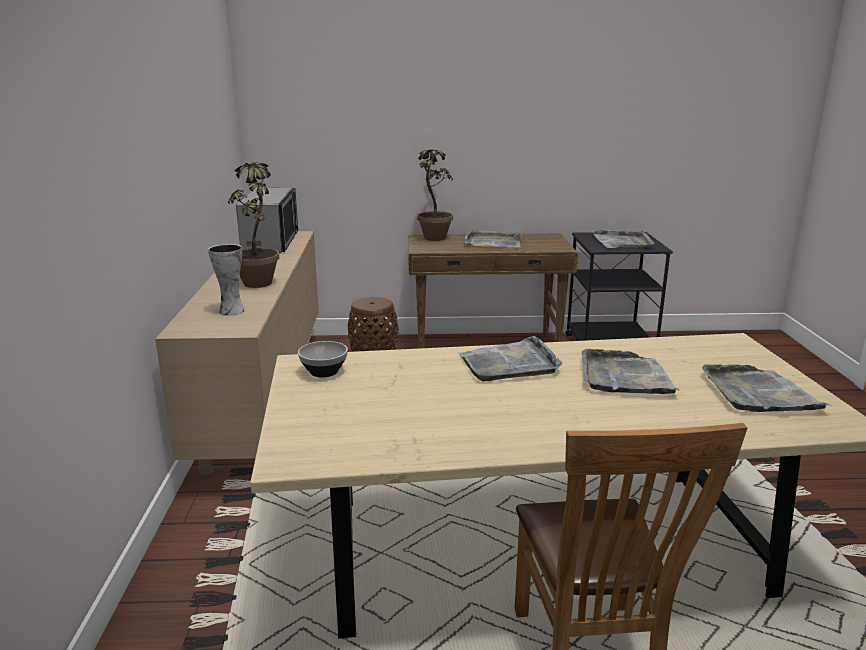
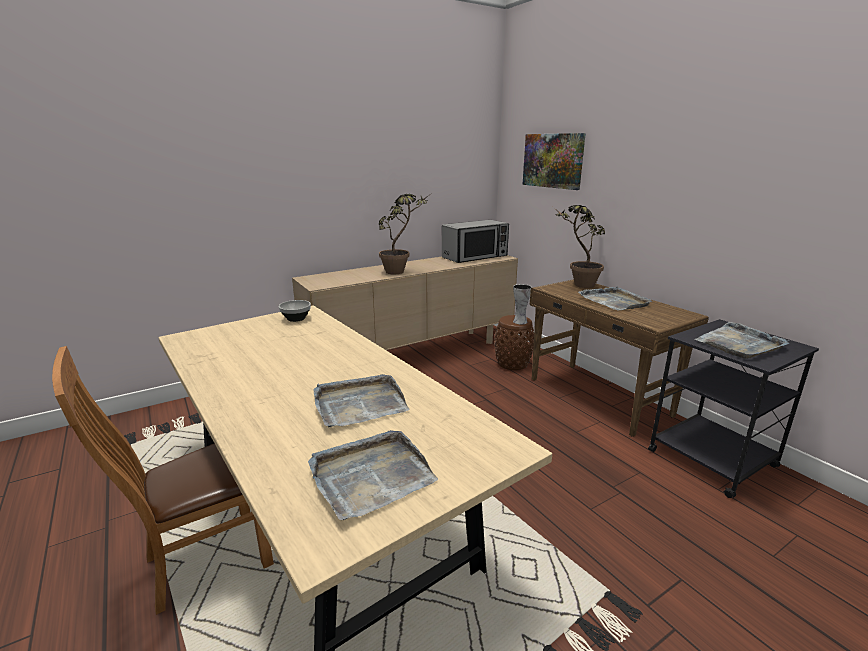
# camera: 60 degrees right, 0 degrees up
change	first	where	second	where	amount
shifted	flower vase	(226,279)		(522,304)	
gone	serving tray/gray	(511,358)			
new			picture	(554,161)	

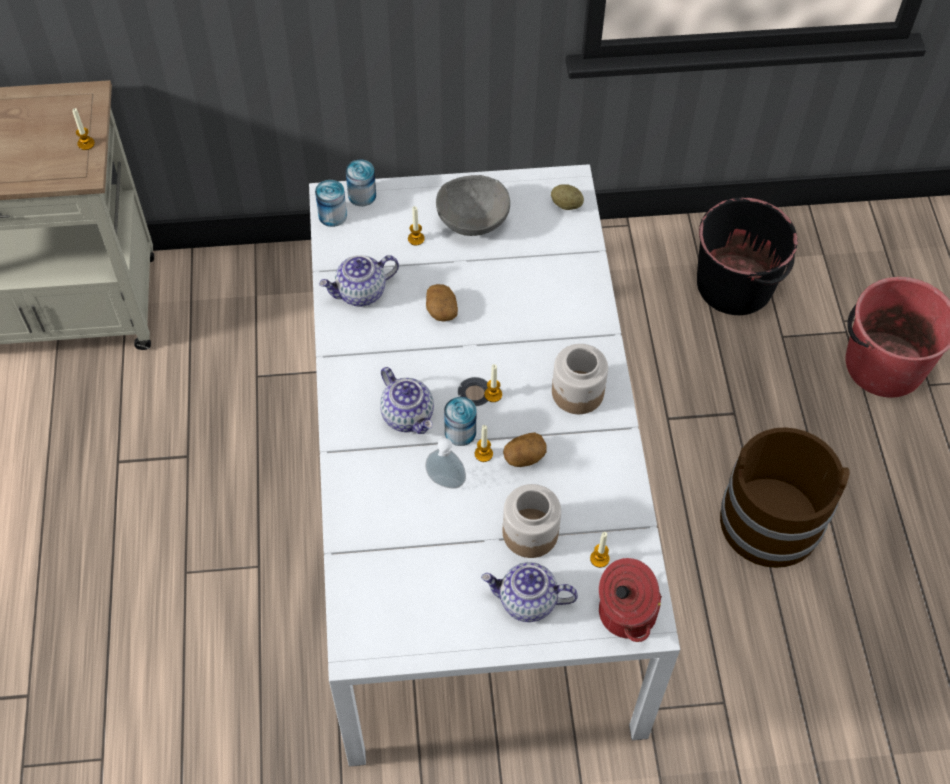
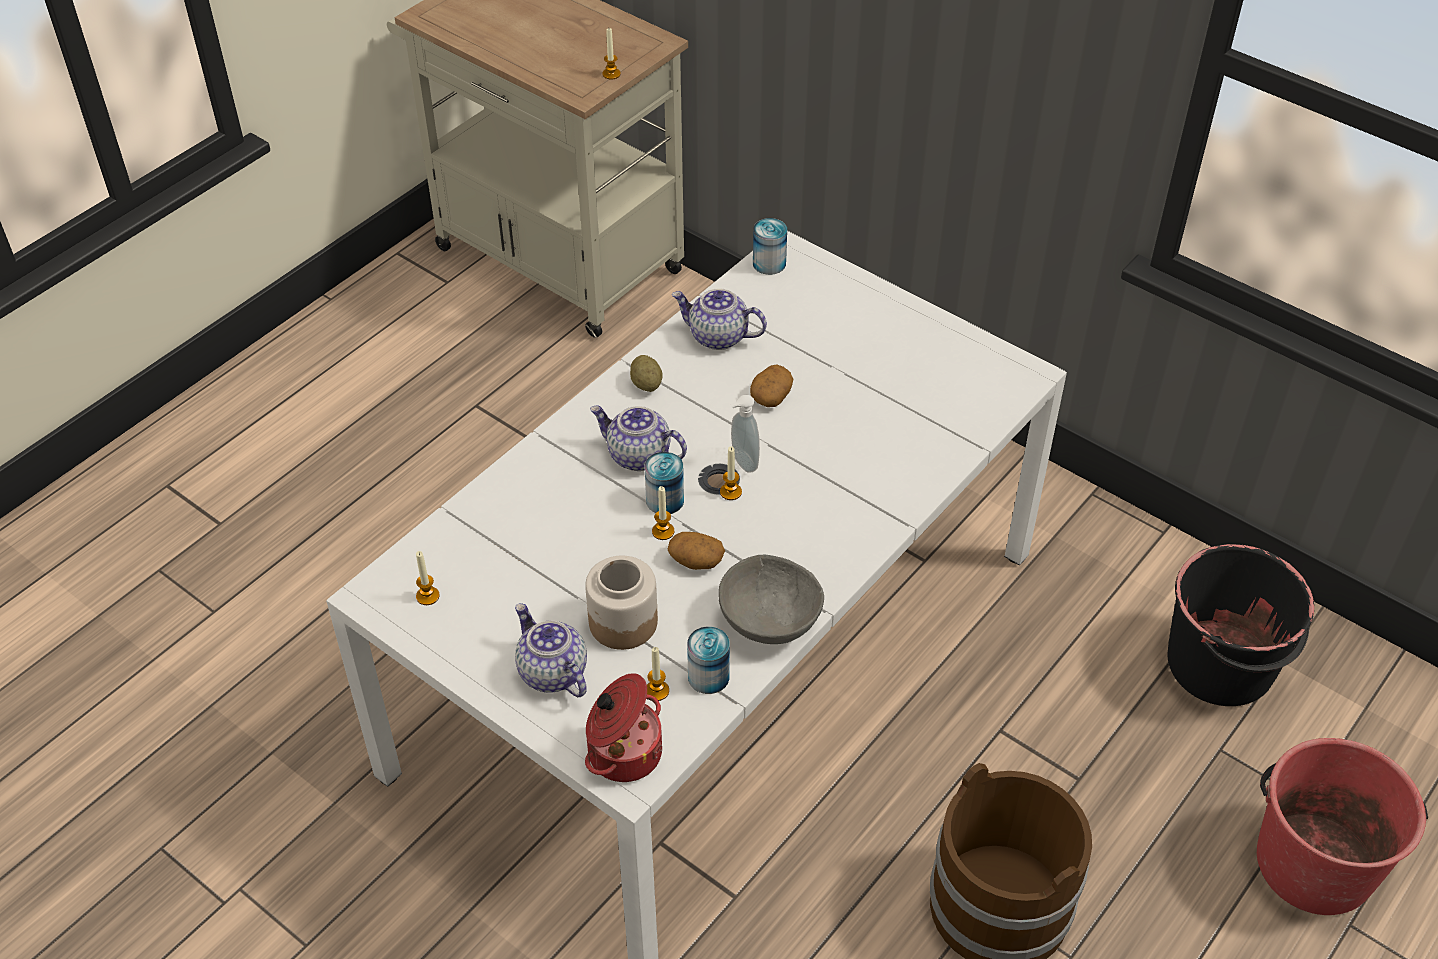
# camera: 45 degrees right, 10 degrees down
change	first	where	second	where	amount
shifted	can	(360,183)		(708,660)	
shifted	bowl/gray	(473,205)		(771,599)	
shifted	spud	(567,197)		(646,373)	
shifted	candle	(416,225)		(428,578)	
gone	preserve jar	(580,379)			
rotated	tea pot	(407,400)		(638,438)	105 degrees clockwise
shifted	soap dispenser	(445,463)		(745,434)	

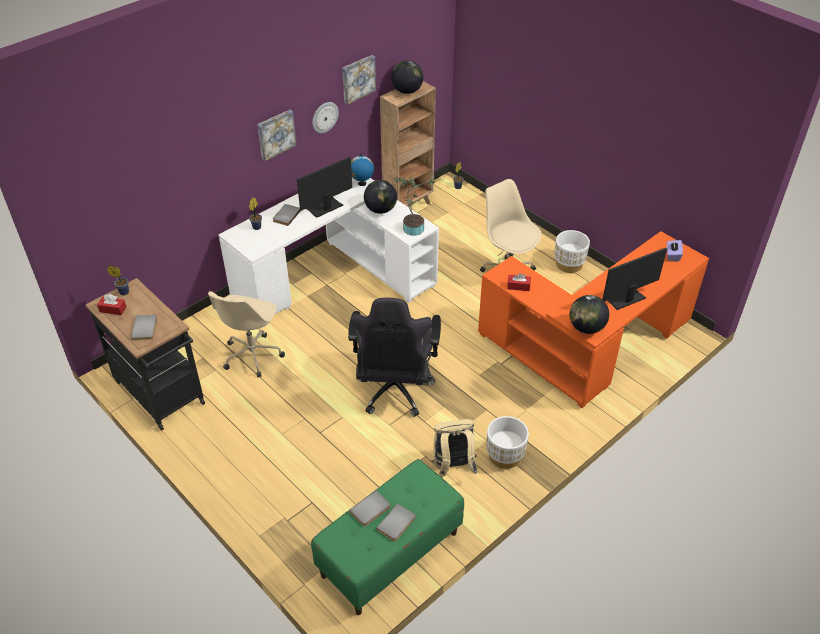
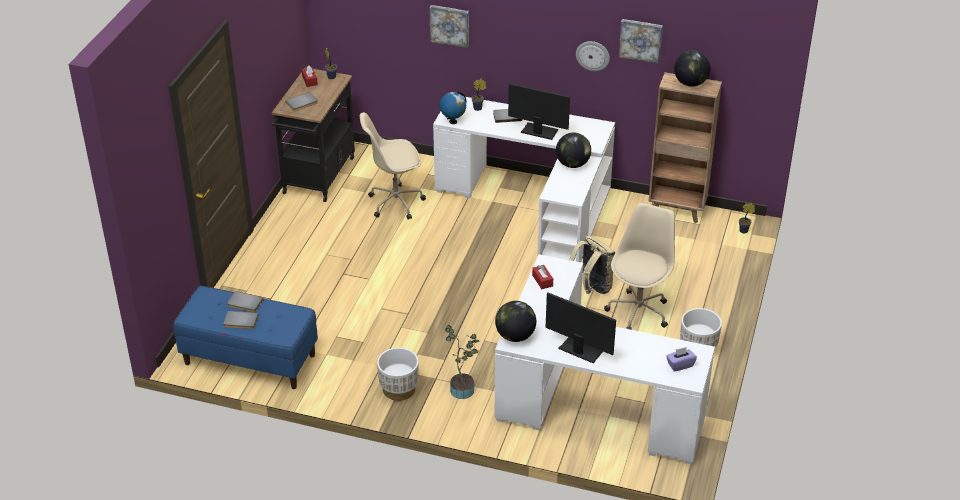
# camera: 60 degrees right, 5 degrees down
change	first	where	second	where	amount
shifted	picture	(277,135)		(449,26)	
shifted	globe	(362,169)		(453,107)	
shifted	potted plant	(414,206)		(462,362)	
repainted	desk table/orangey	(593,319)	desk table/whitish	(605,359)	
gone	computer chair/black-coloured	(394,357)			
shifted	rucksack/sand-coloured	(455,448)		(592,265)	
repainted	indoor bench/greenish	(387,537)	indoor bench/blue-coloured	(245,337)	

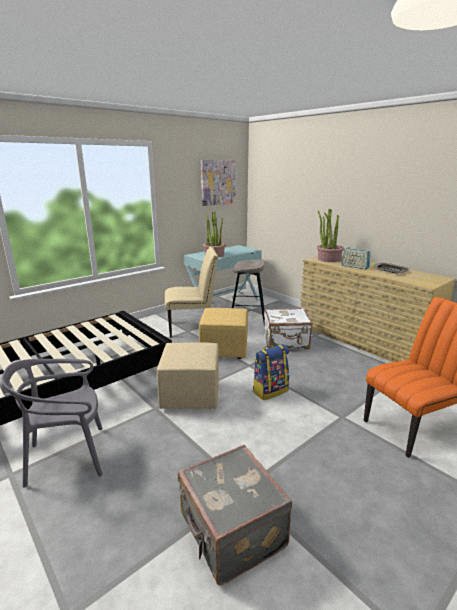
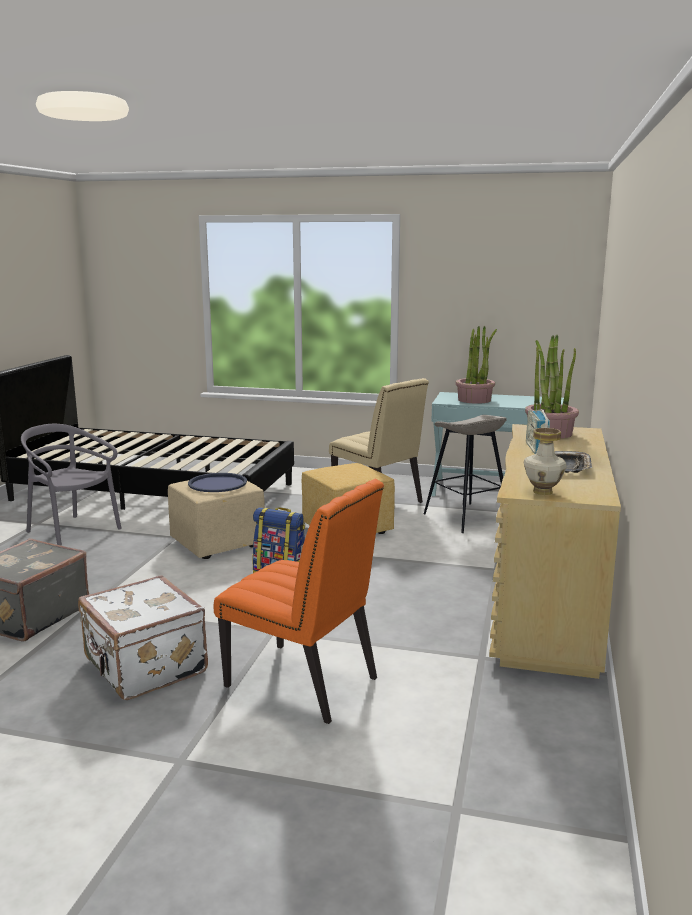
# camera: 55 degrees right, 5 degrees down
change	first	where	second	where	amount
gone	picture	(218,183)			
shifted	travel case/whitish	(288,328)		(143,637)	
new			flower vase	(545,461)	
new			serving tray/blue-coloured	(217,482)	

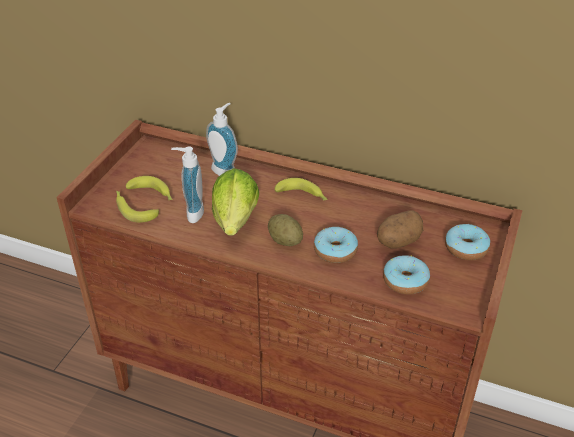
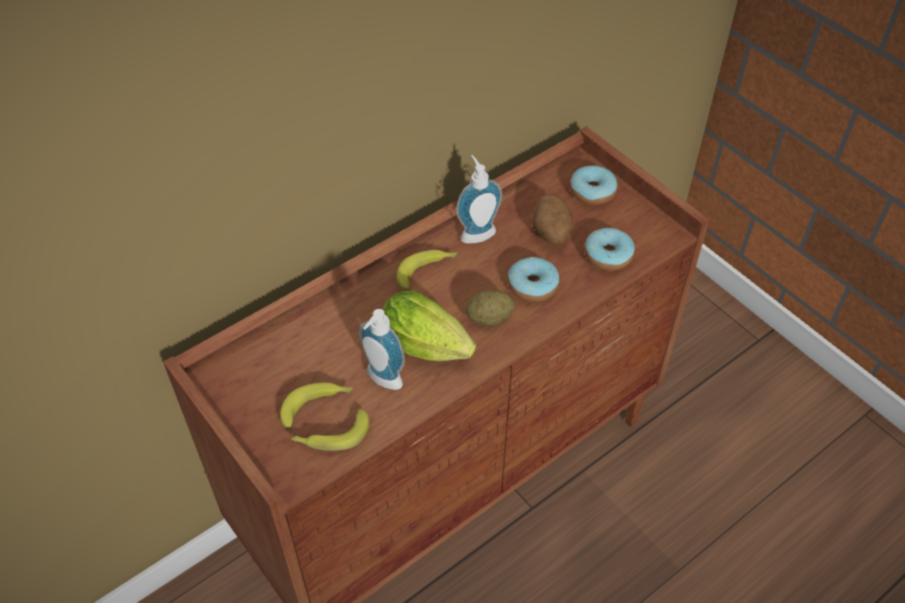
# camera: 60 degrees left, 10 degrees up
change	first	where	second	where	amount
shifted	soap dispenser	(222,139)		(479,199)	

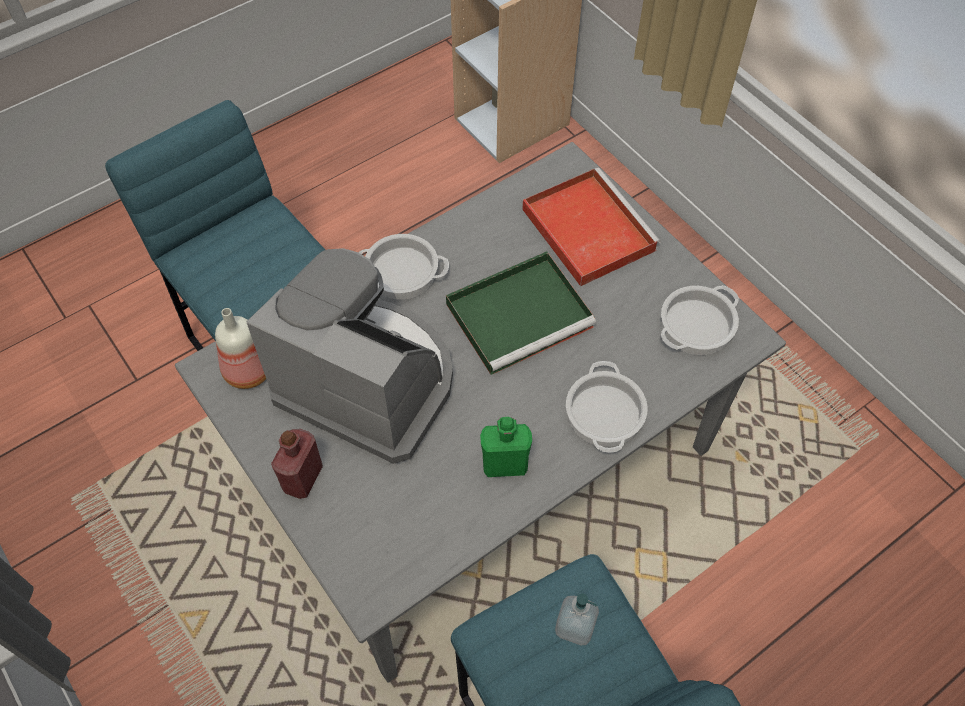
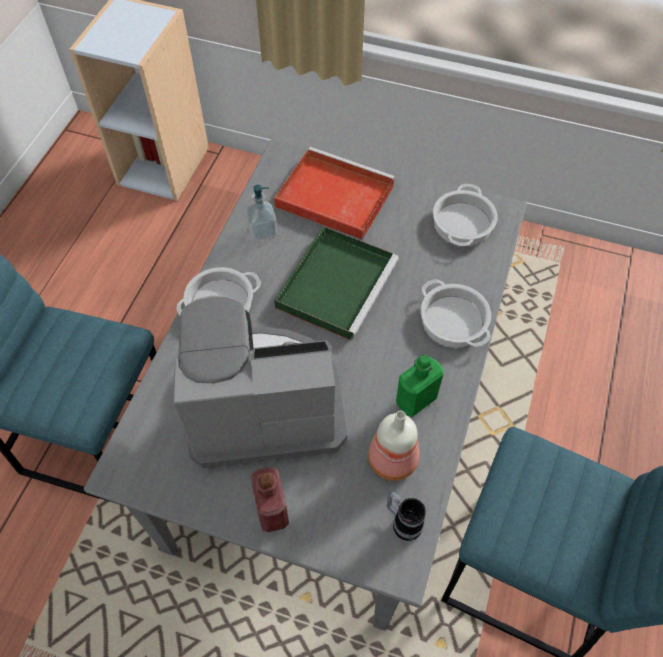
# camera: 35 degrees left, 0 degrees up
change	first	where	second	where	amount
shifted	beverage bottle	(240,348)		(393,445)	
shifted	soap dispenser	(577,619)		(261,213)	
new			coffee mug	(406,516)	

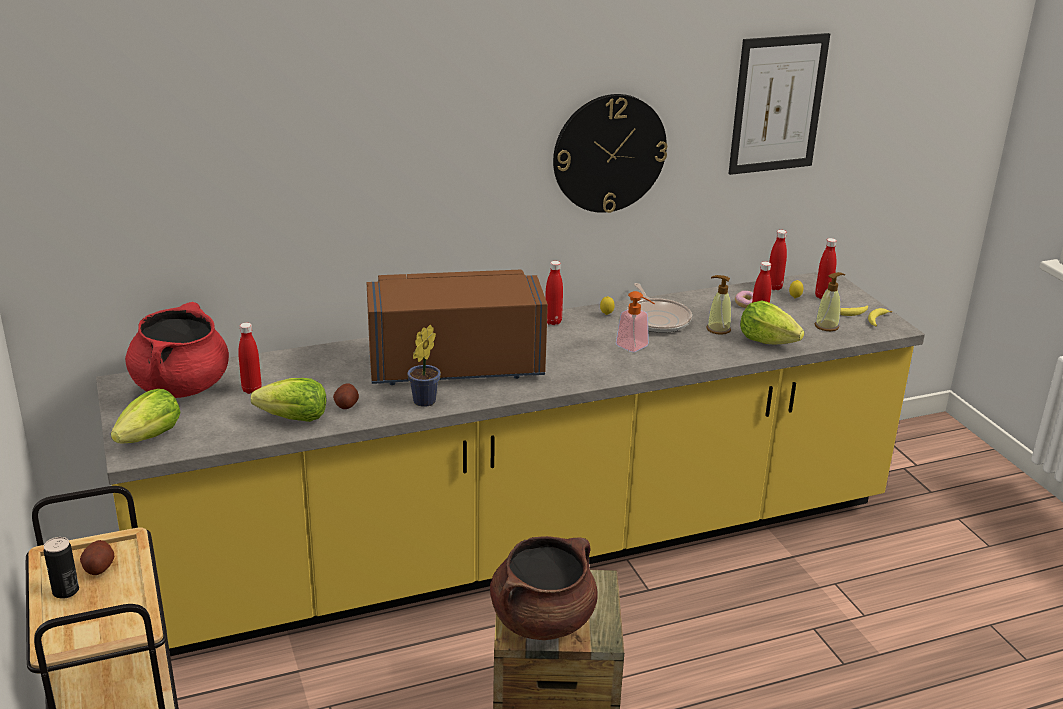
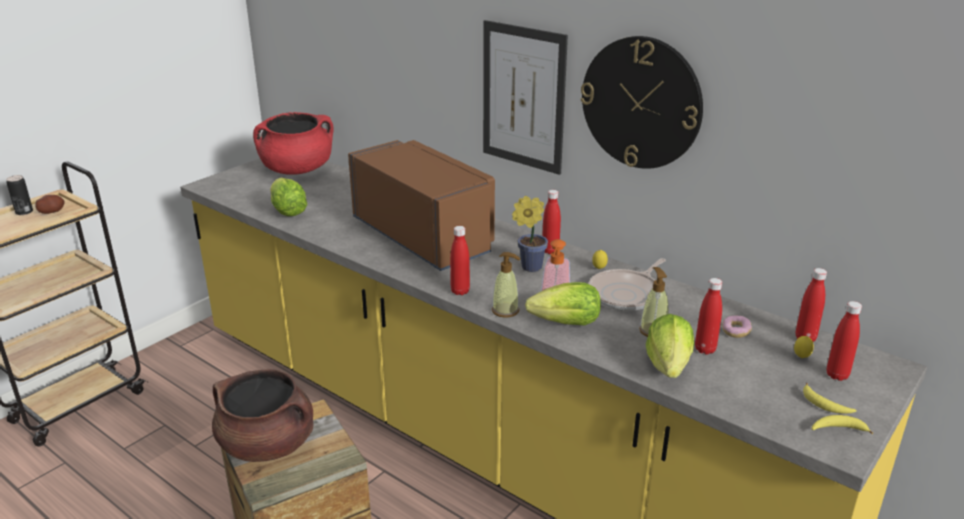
# camera: 60 degrees right, 0 degrees up
change	first	where	second	where	amount
shifted	picture	(779,104)		(525,97)	
shifted	soap dispenser	(829,301)		(506,285)	
shifted	beverage bottle/red-coloured	(250,358)		(460,260)	
shifted	potted plant	(424,366)		(530,234)	
gone	spud	(346,396)			
shifted	lettuce head	(145,416)		(563,303)	

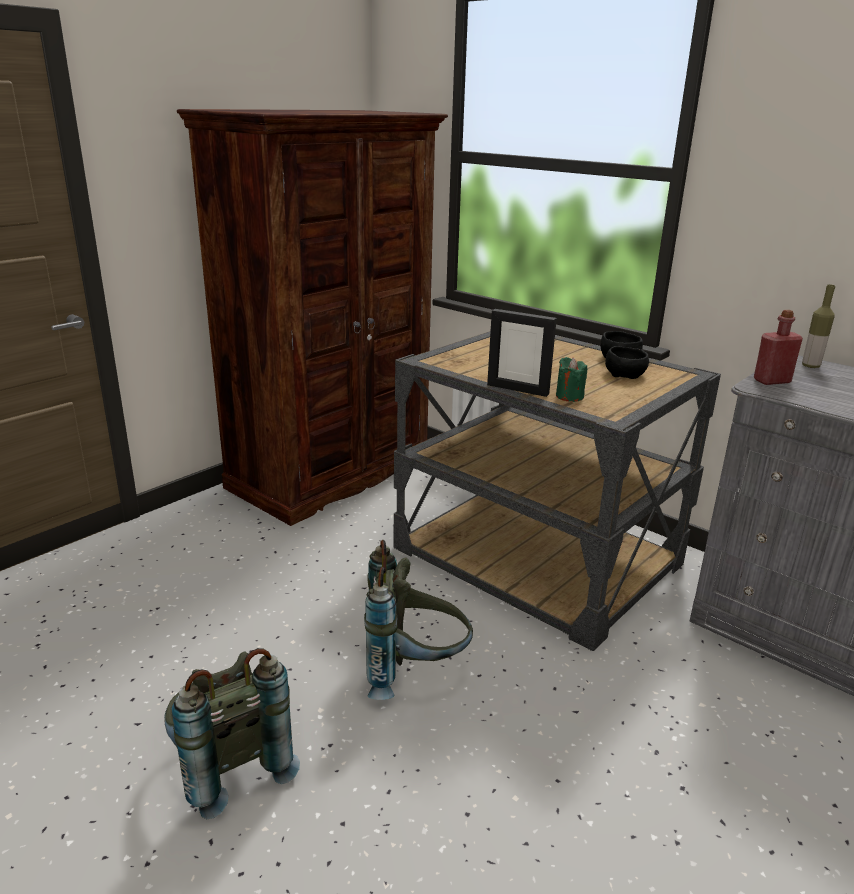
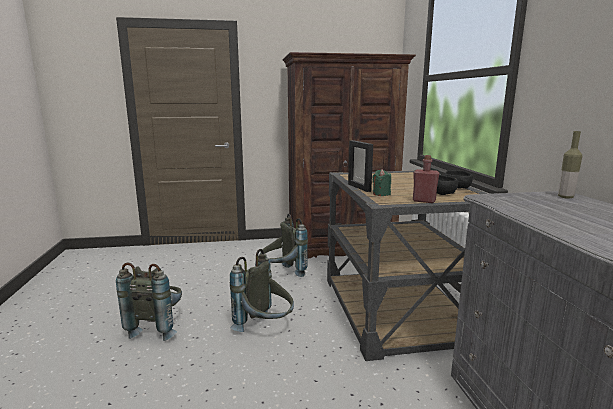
# camera: 40 degrees right, 10 degrees down
change	first	where	second	where	amount
shifted	beverage bottle/red-coloured	(778,347)		(426,179)	
new			rucksack/gray	(284,245)	

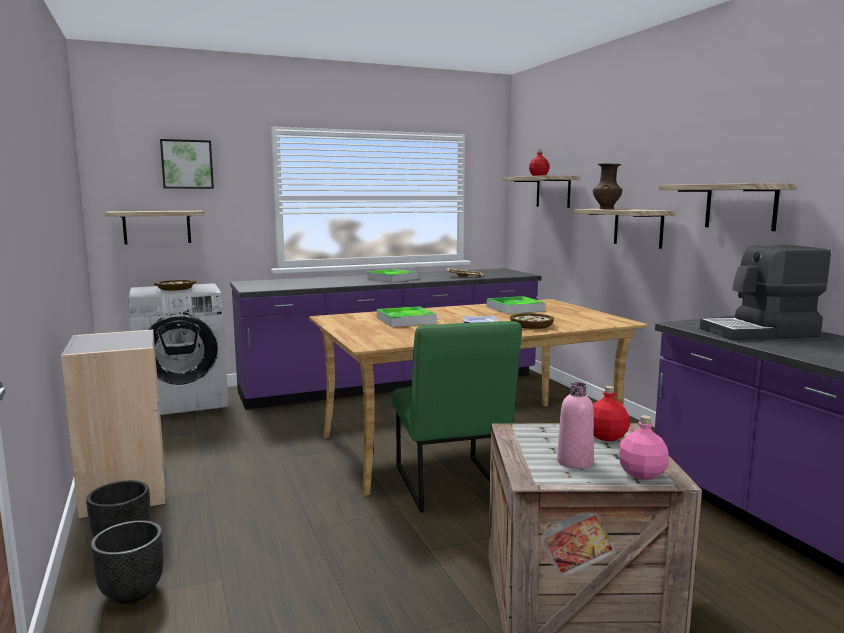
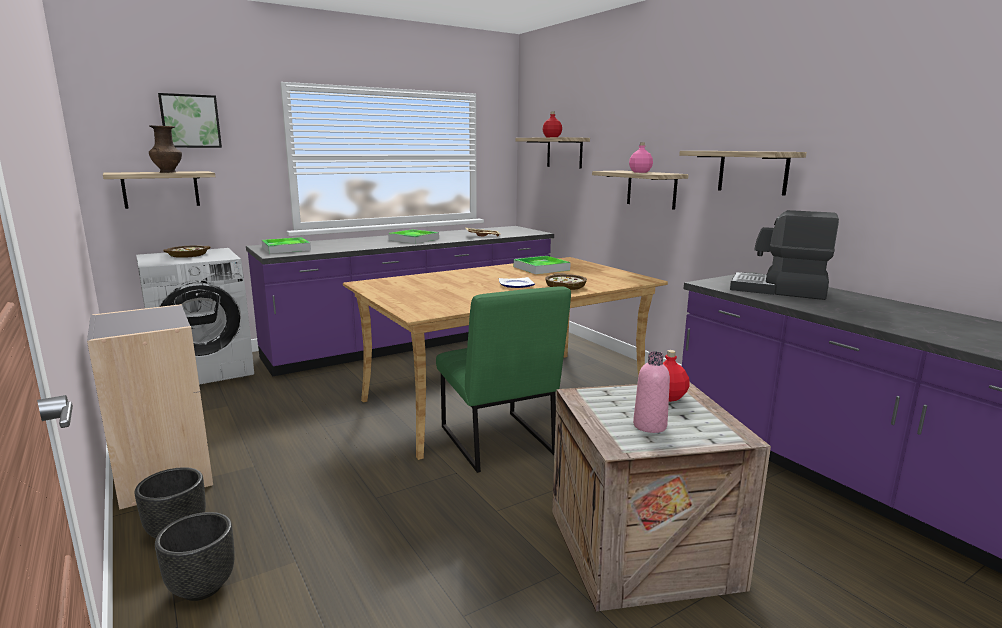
# camera: 10 degrees left, 5 degrees up
change	first	where	second	where	amount
shifted	flower vase/brown-coloured	(607,186)		(165,149)	
rotated	coffee machine	(765,292)		(784,255)	45 degrees clockwise
shifted	serving tray	(407,316)		(286,245)	
shifted	beverage bottle/pink-coloured	(644,447)		(641,157)	

